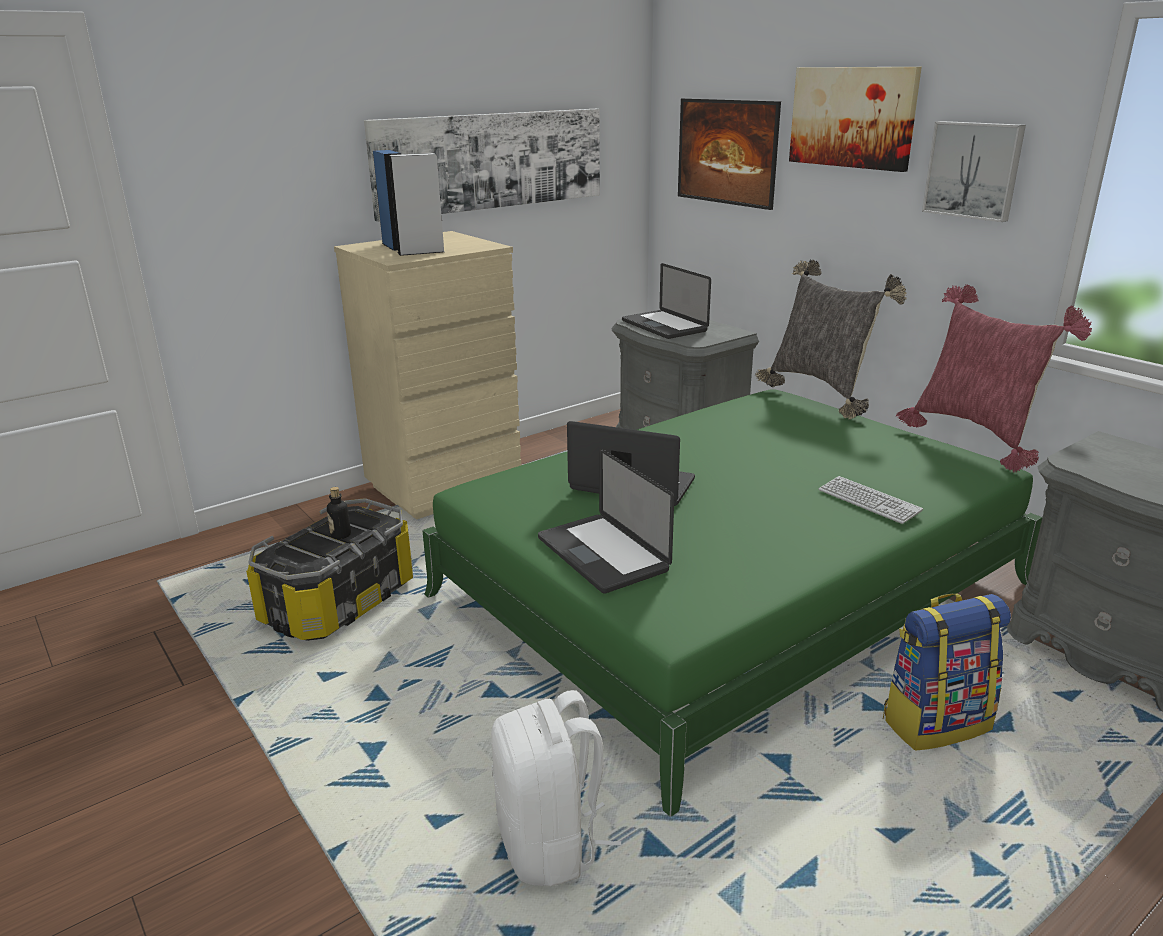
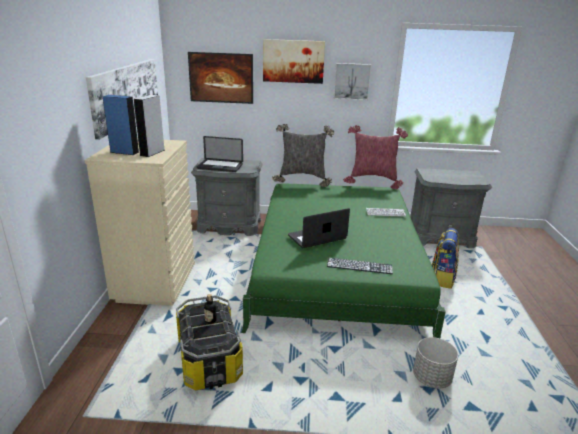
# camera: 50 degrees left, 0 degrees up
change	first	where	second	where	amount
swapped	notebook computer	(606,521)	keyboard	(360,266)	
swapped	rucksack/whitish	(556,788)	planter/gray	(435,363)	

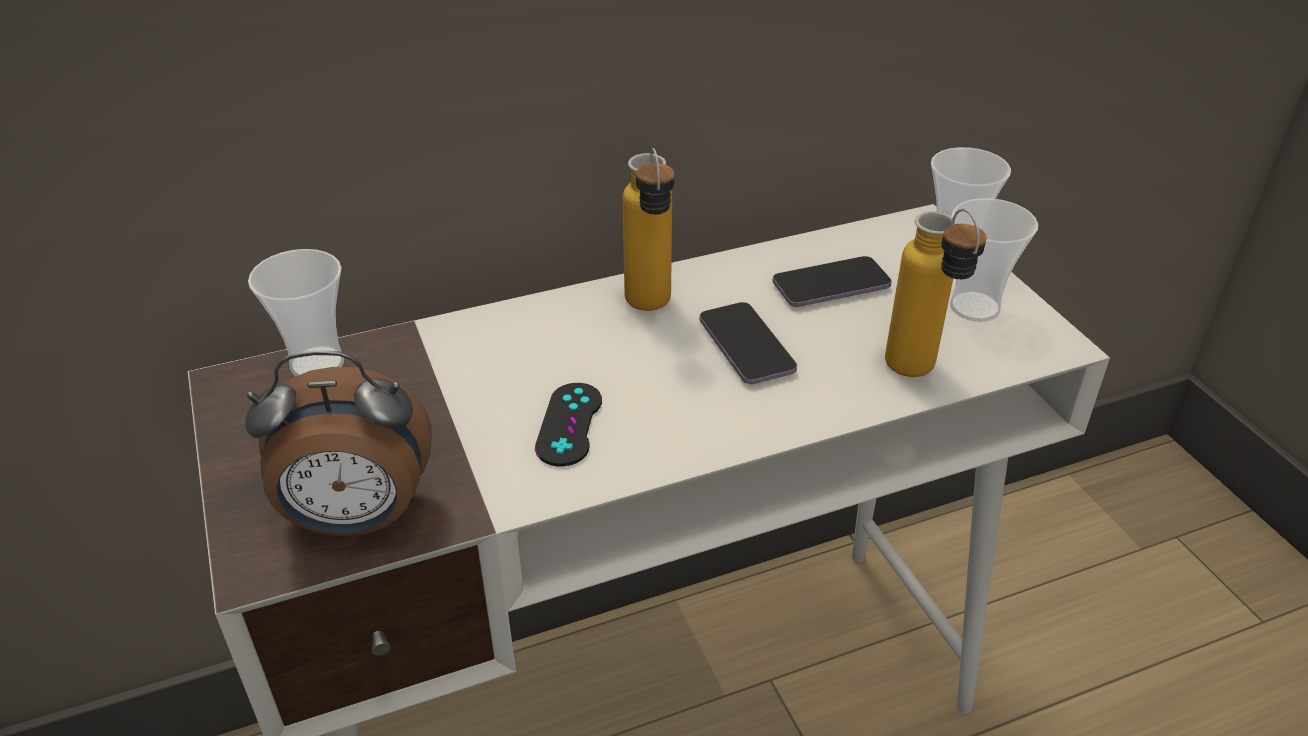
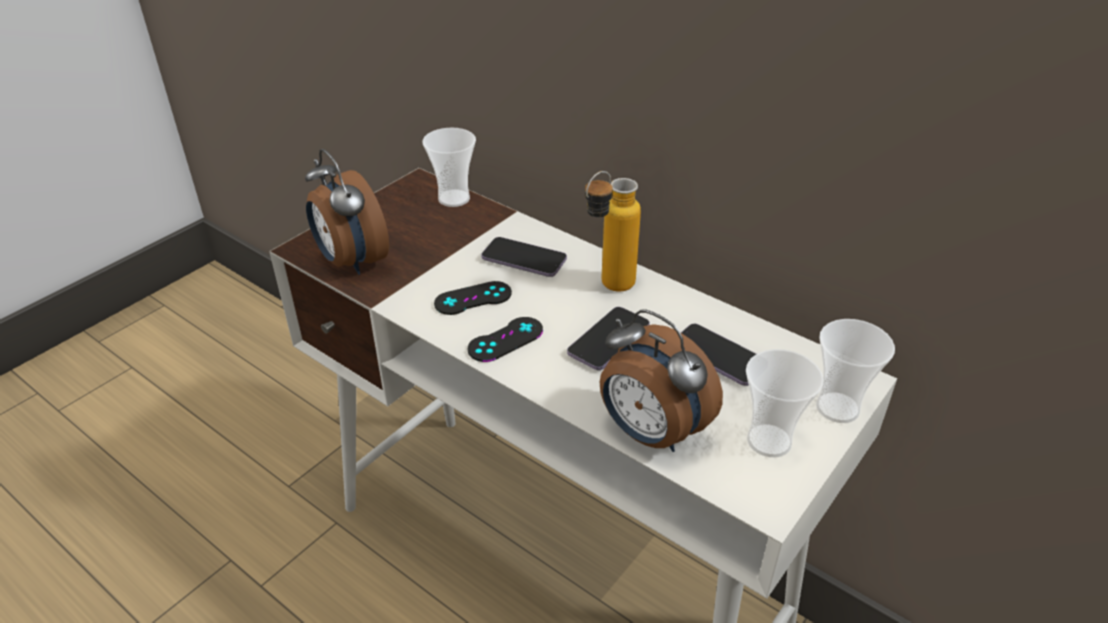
# camera: 60 degrees right, 0 degrees up
change	first	where	second	where	amount
swapped	beverage bottle	(936,293)	bedside clock	(661,381)	
new			telephone	(524,257)	
new			joypad/black-coloured	(505,339)	

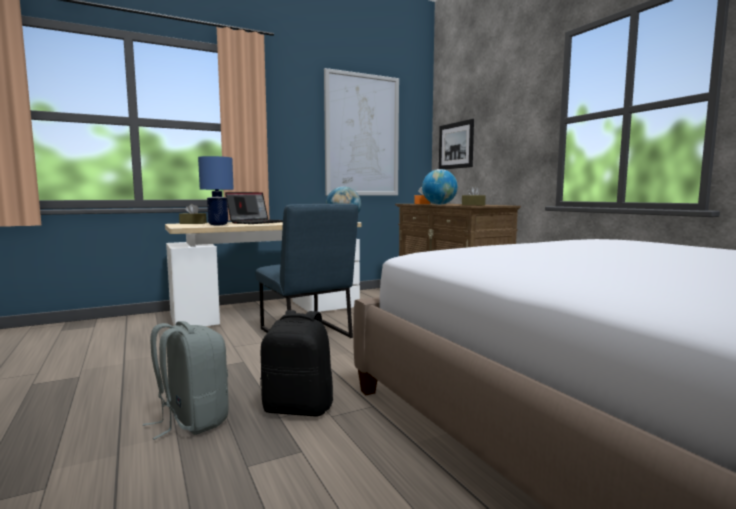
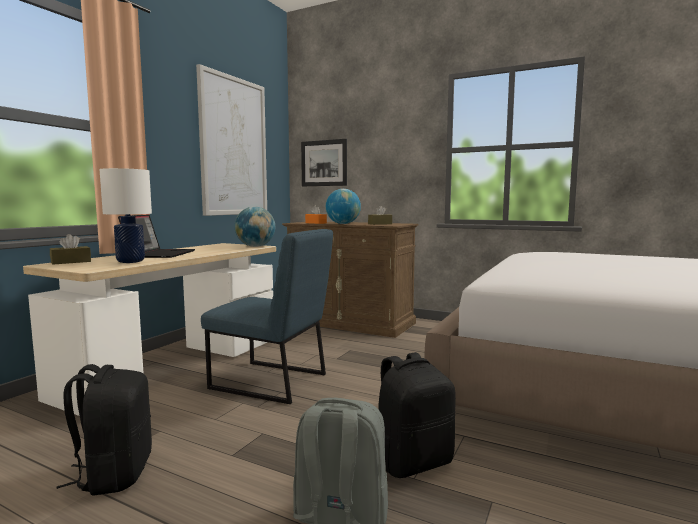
# camera: 35 degrees left, 0 degrees up
change	first	where	second	where	amount
repainted	lamp for a table/blue-coloured	(216,190)	lamp for a table/whitish	(126,215)	
new			rucksack/black-coloured	(104,430)	

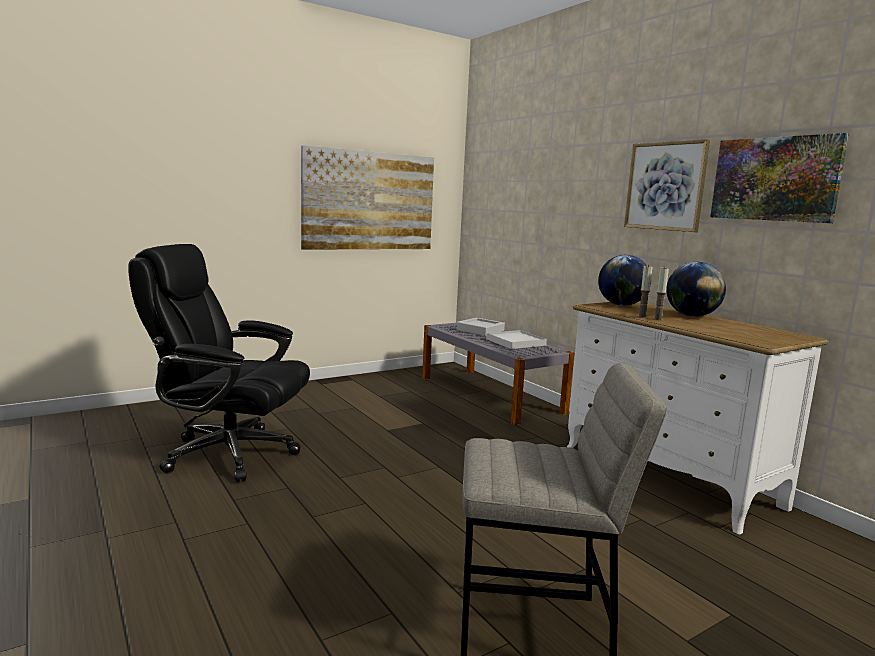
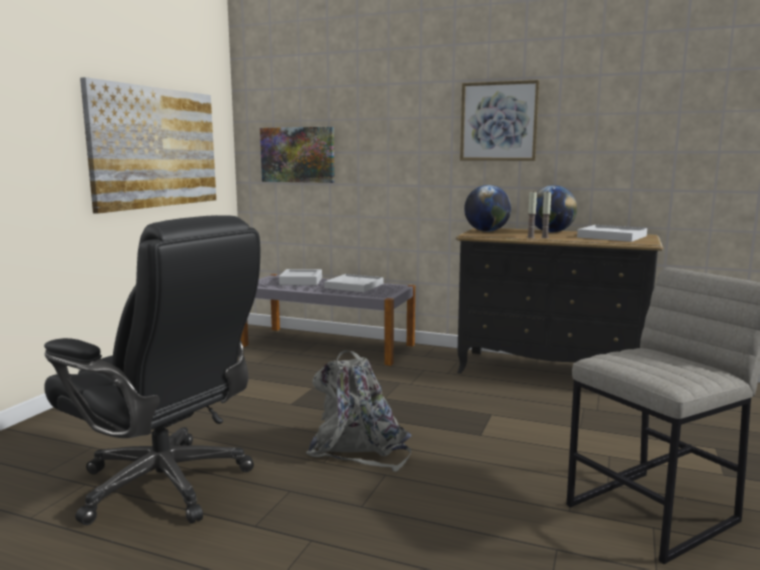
# camera: 35 degrees left, 0 degrees up
change	first	where	second	where	amount
shifted	picture	(779,178)		(297,155)	
rotated	computer chair/black-coloured	(219,363)		(152,370)	120 degrees counterclockwise
repainted	chest of drawers/whitish	(698,418)	chest of drawers/black-coloured	(559,301)	
new			serving tray/whitish	(612,233)	
new			rucksack/gray	(359,411)	

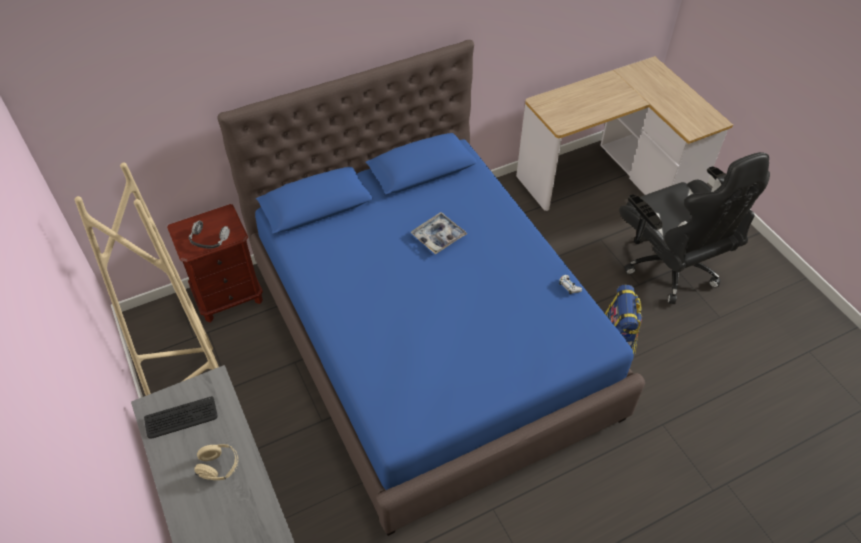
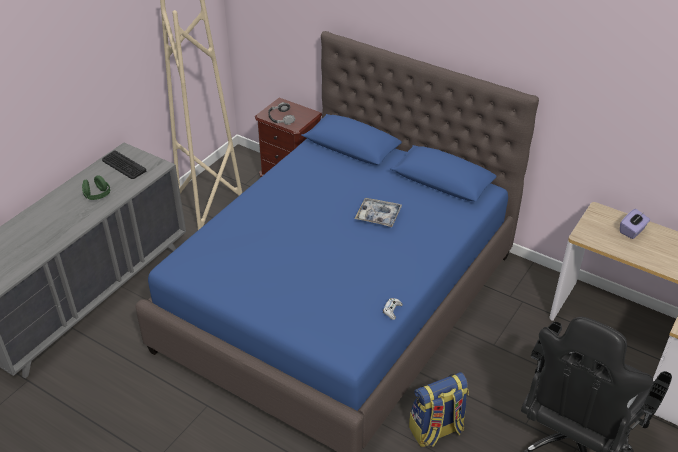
# camera: 60 degrees right, 10 degrees down
change	first	where	second	where	amount
repainted	pair of headphones/sand-coloured	(216,462)	pair of headphones/greenish	(96,187)	
new			box of tissues/purplish	(635,224)	

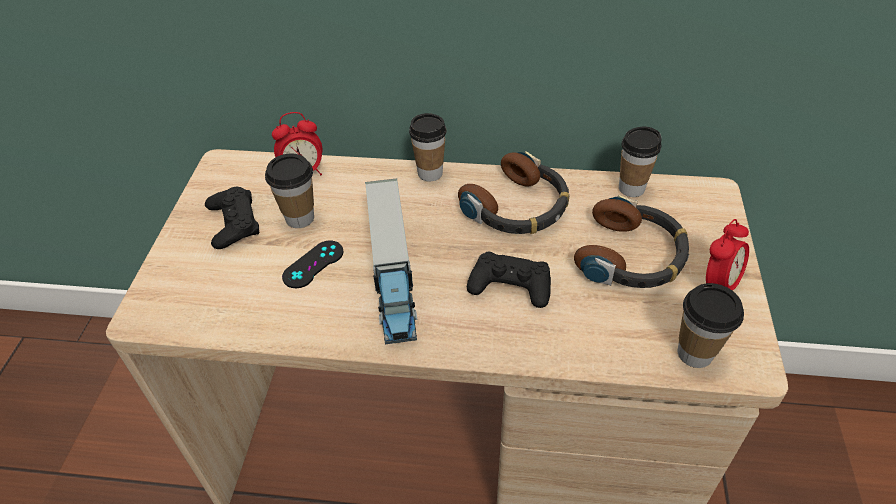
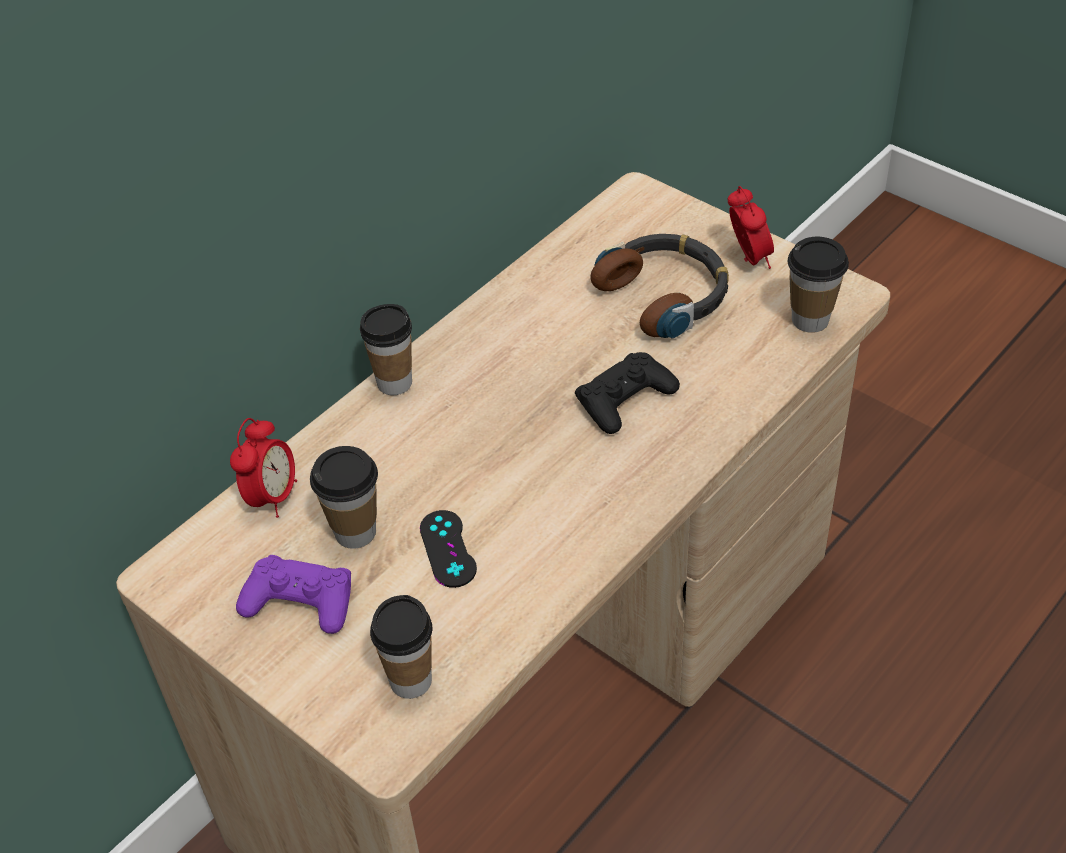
# camera: 55 degrees left, 0 degrees up
change	first	where	second	where	amount
shifted	drinking cup	(640,162)		(401,647)	
gone	pair of headphones	(513,192)			
gone	model truck	(391,261)			
repainted	joypad/black-coloured	(232,218)	joypad/purplish	(293,594)	

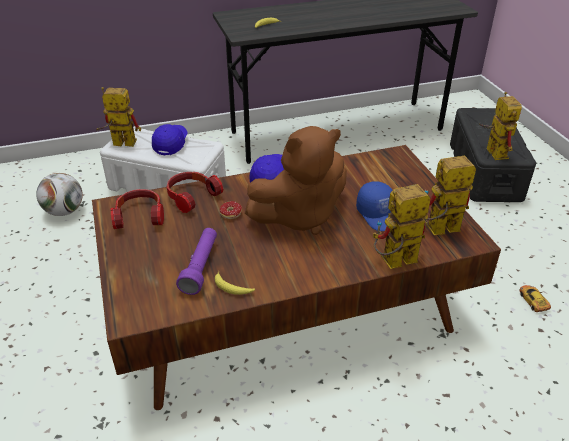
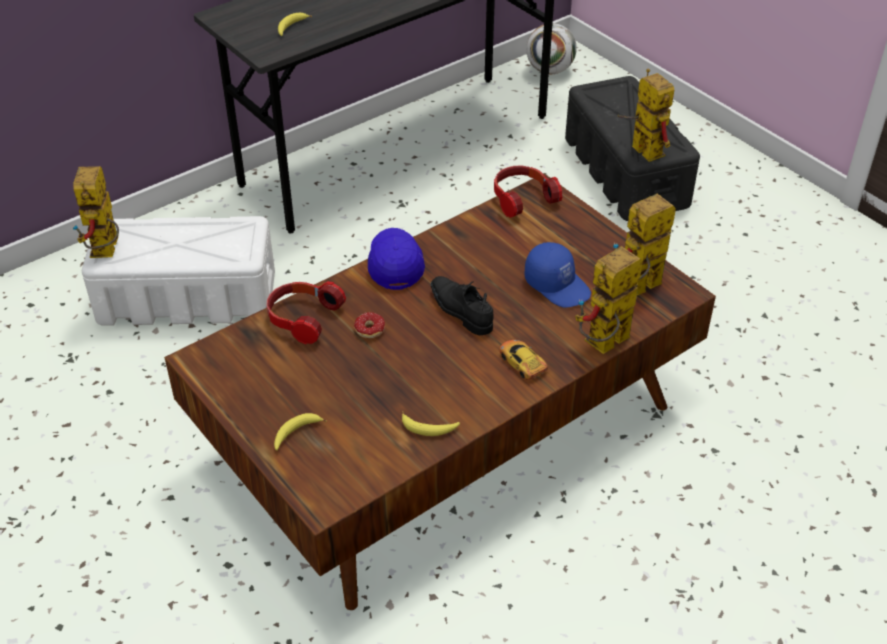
# camera: 20 degrees left, 5 degrees up
change	first	where	second	where	amount
rotated	toy robot	(118,117)		(96,212)	75 degrees counterclockwise
gone	baseball cap/blue-coloured	(170,139)			
swapped	soft toy/brown-coloured	(296,180)	item of footwear/black-coloured	(462,305)	
shifted	football ball	(59,194)		(551,48)	
shifted	pair of headphones	(137,209)		(528,192)	
gone	torch/purplish	(196,261)			
shifted	model car	(535,298)		(524,360)	
new			banana	(300,431)	

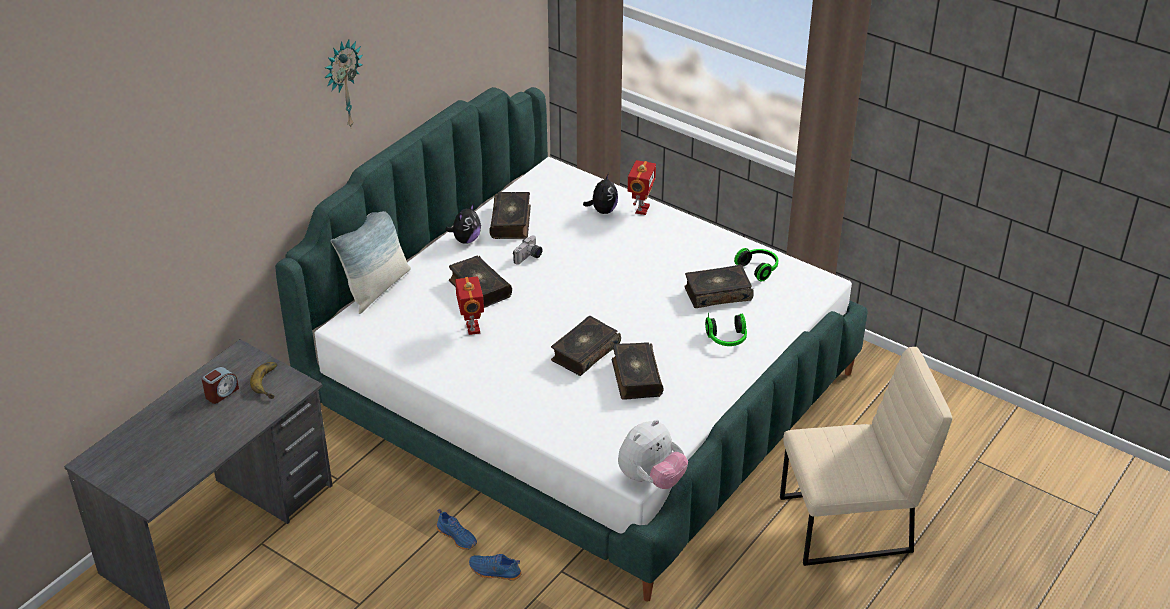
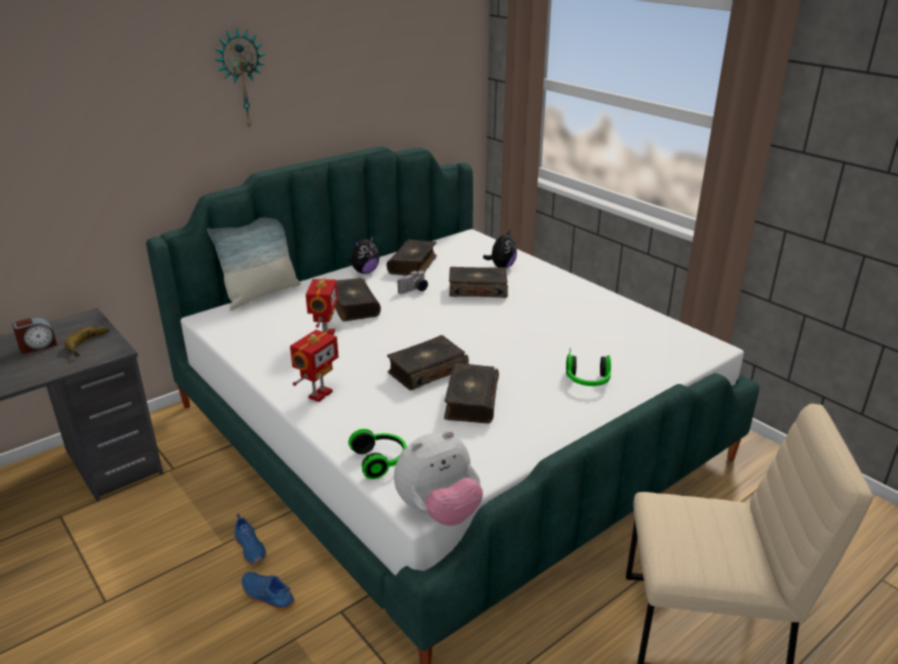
# camera: 15 degrees right, 10 degrees down
change	first	where	second	where	amount
shifted	toy robot	(642,187)		(314,366)	
shifted	pair of headphones	(756,265)		(377,454)	
shifted	bound book	(719,286)		(478,282)	

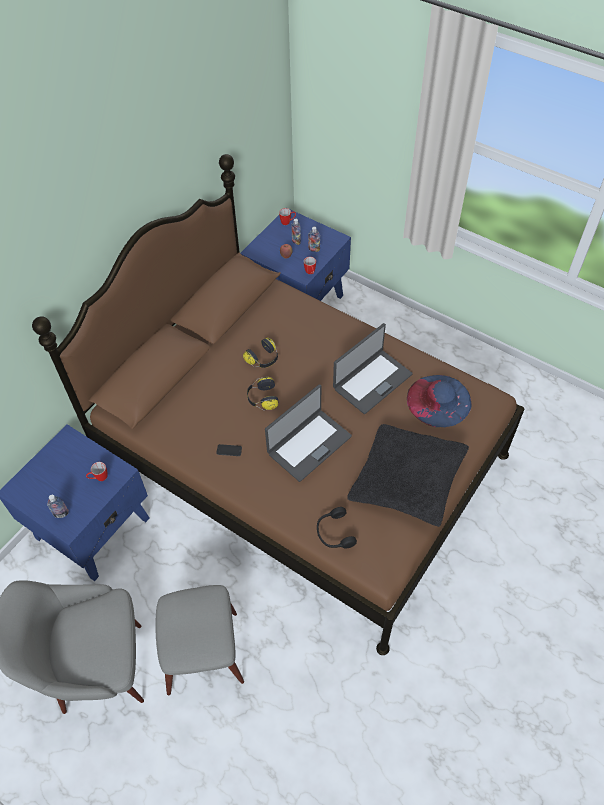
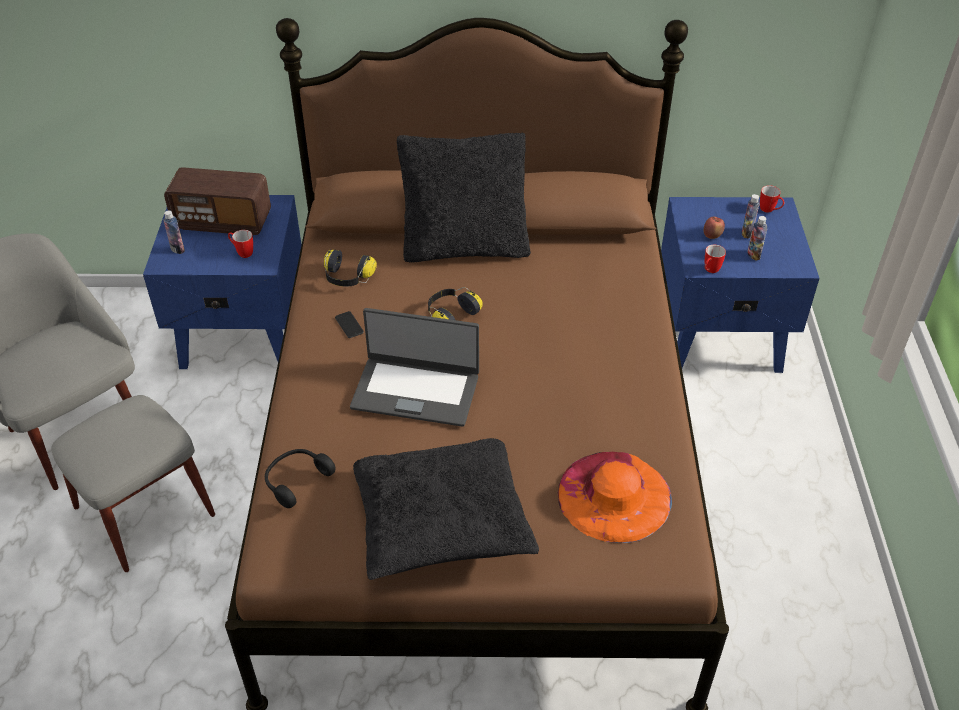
# camera: 55 degrees right, 10 degrees down
change	first	where	second	where	amount
gone	notebook computer	(373,368)			
shifted	pair of headphones	(260,353)		(350,268)	
repainted	clothing hat/blue-coloured	(439,401)	clothing hat/orangey	(615,497)	
new			cushion/black-coloured	(464,197)	
new			radio receiver	(217,201)	

